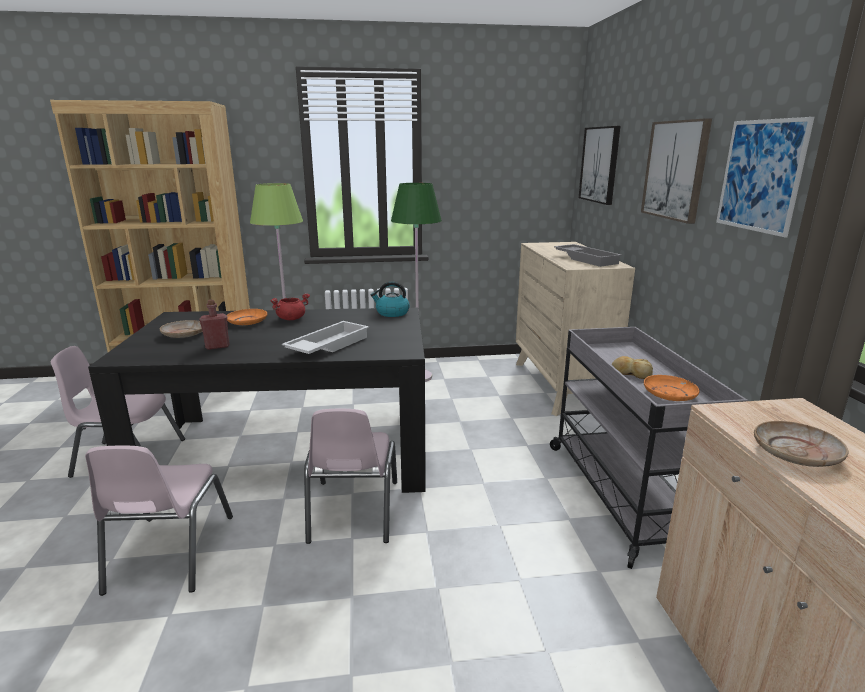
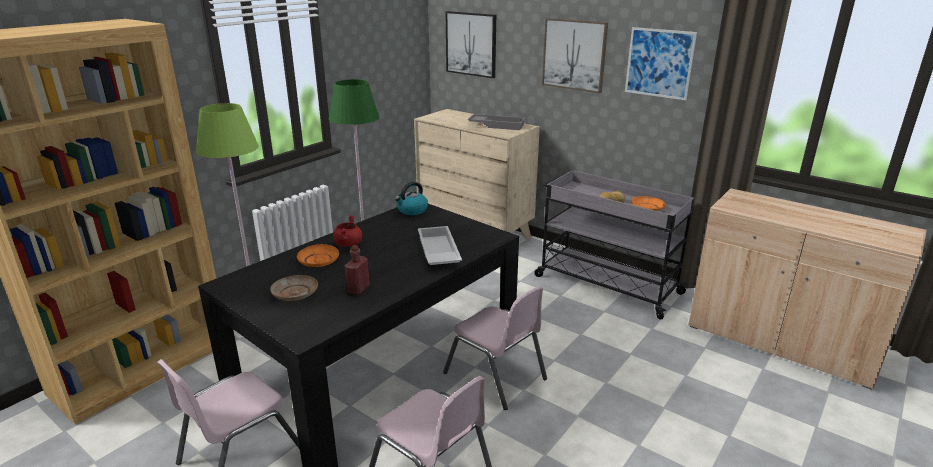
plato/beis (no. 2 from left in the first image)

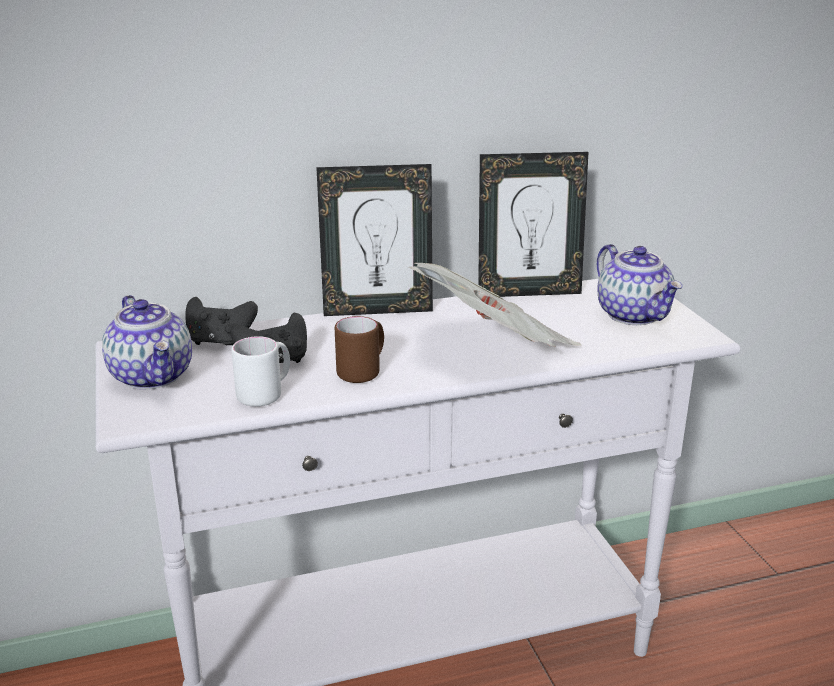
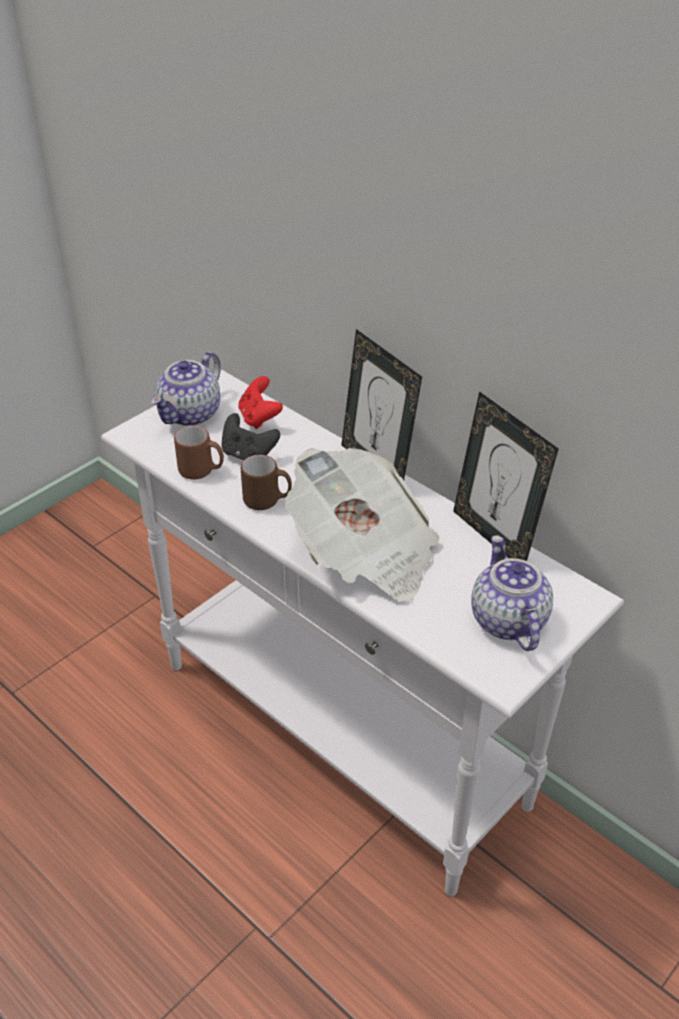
taza grande/marrón (no. 1 from left)
mando de consola/rojo
tetera (no. 2 from left)

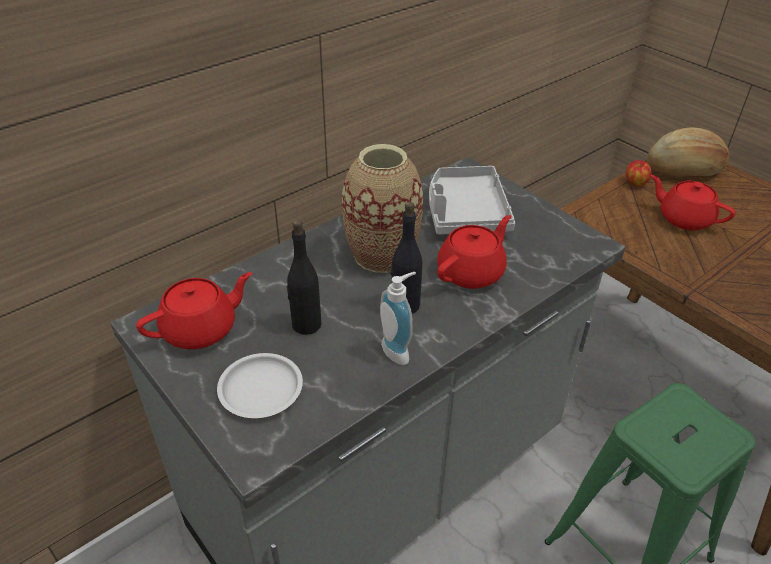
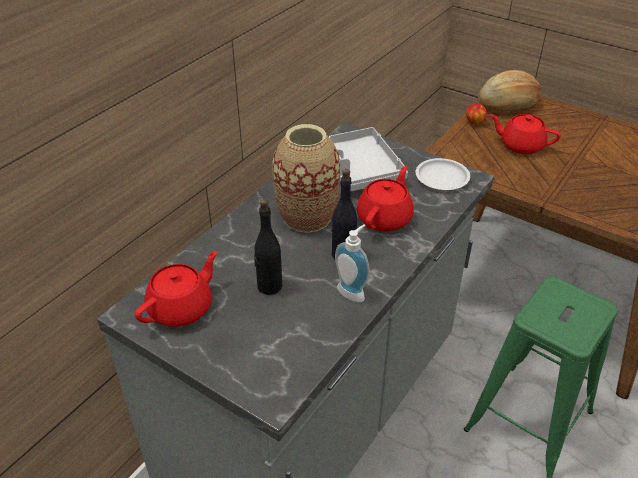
plato/blanco

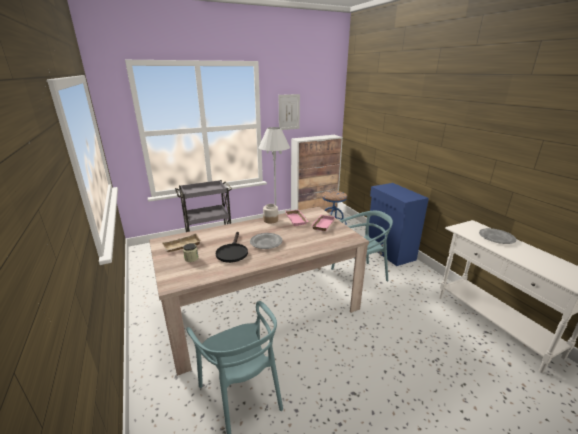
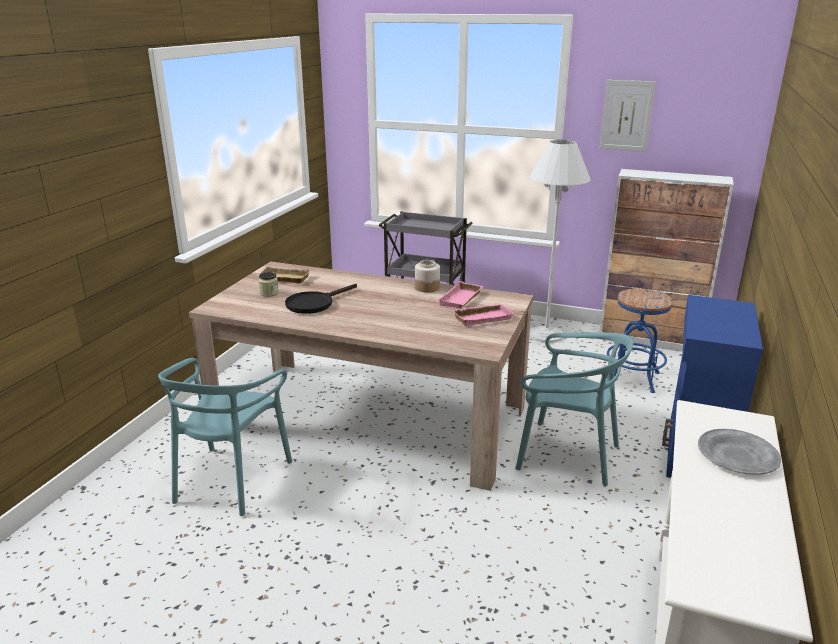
plato/gris (no. 1 from left in the first image)

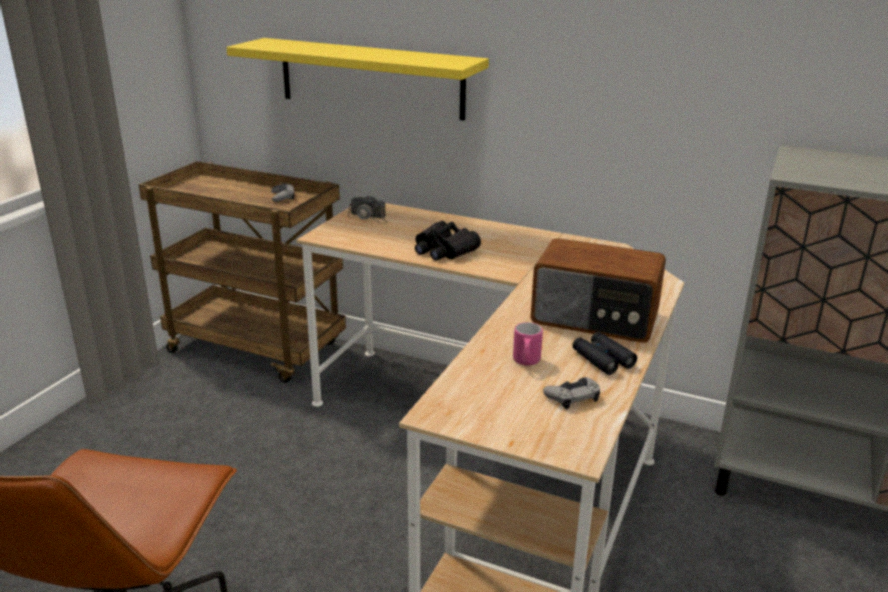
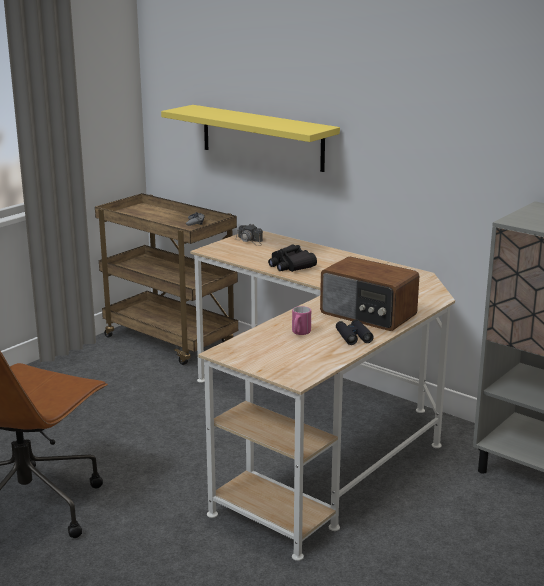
mando de consola/gris (no. 2 from left in the first image)

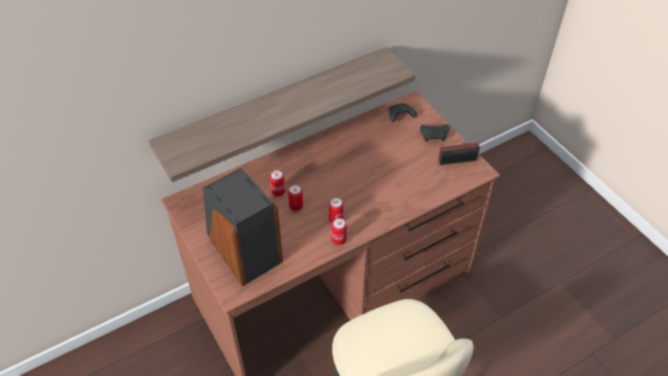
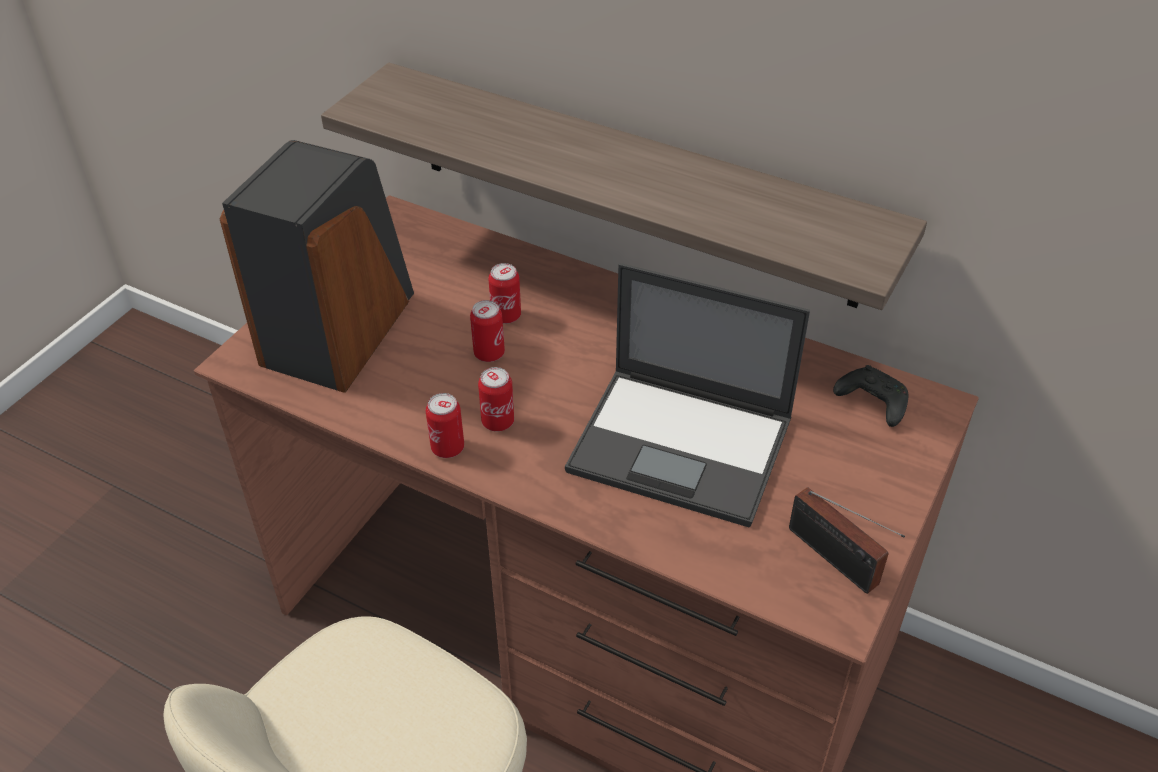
portátil
mando de consola/negro (no. 2 from left in the first image)

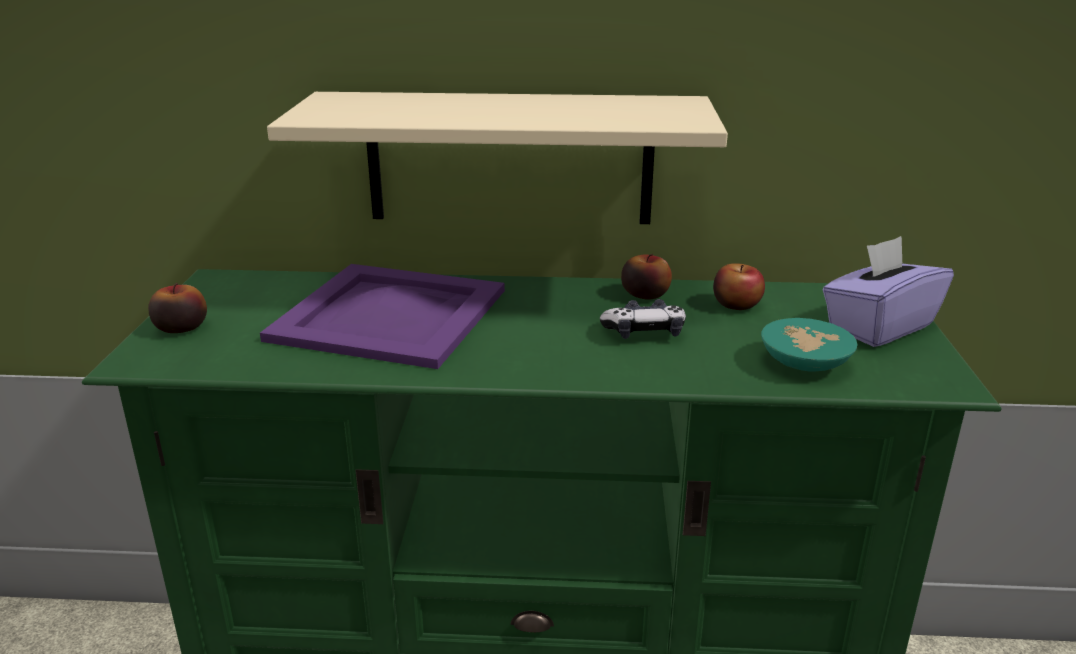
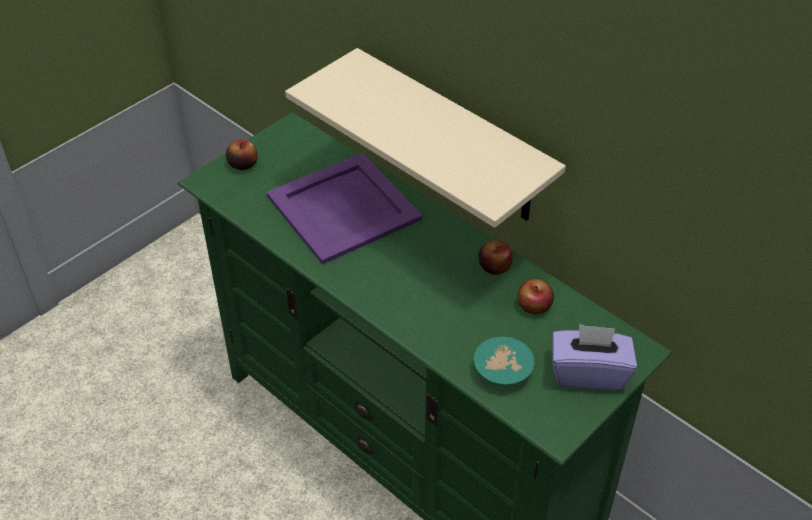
mando de consola

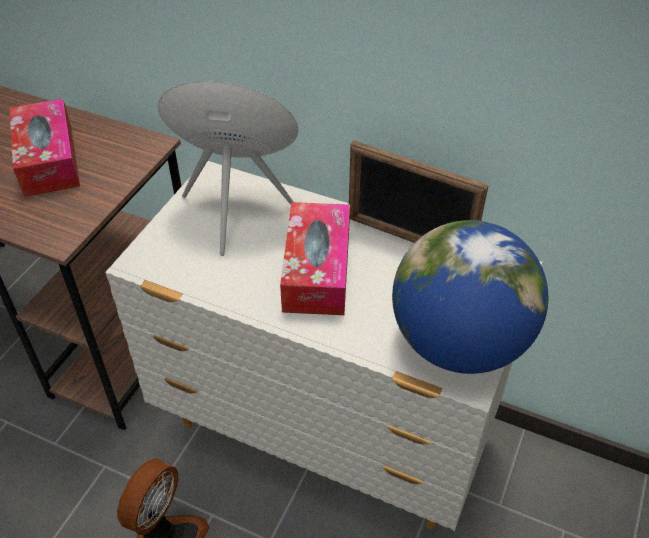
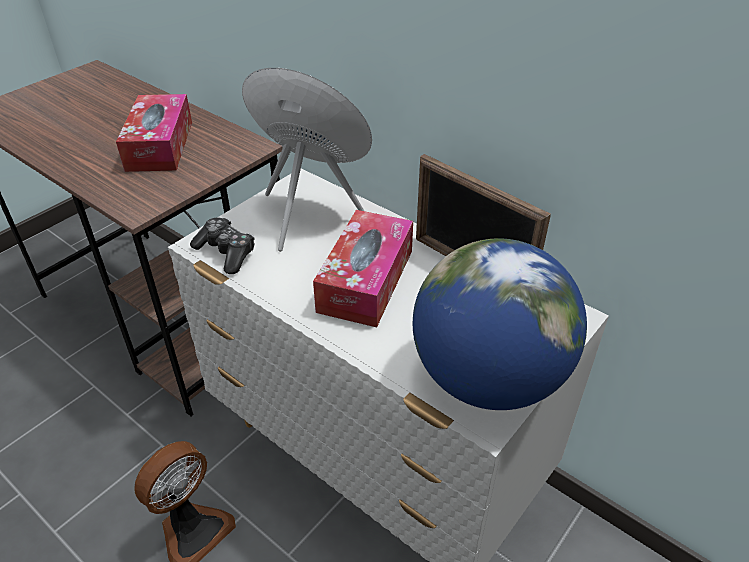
mando de consola

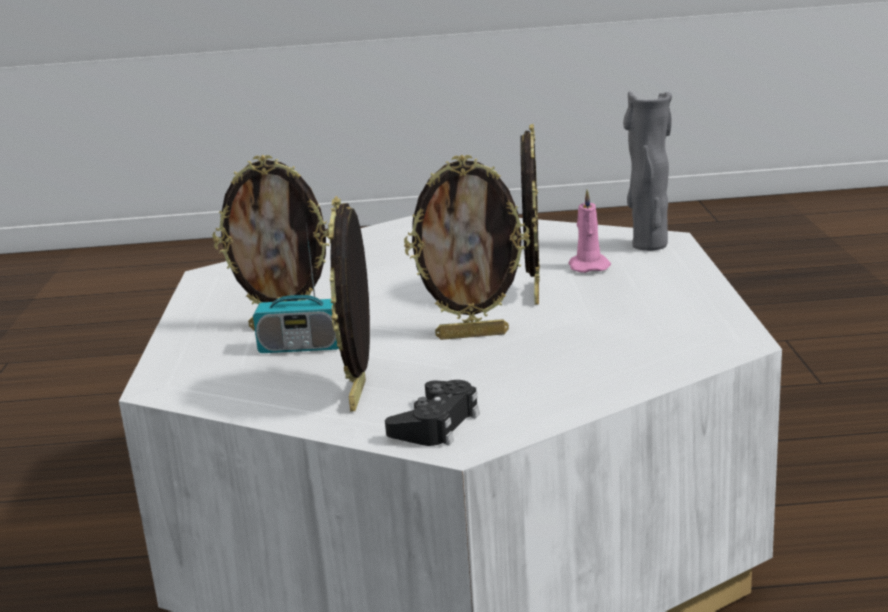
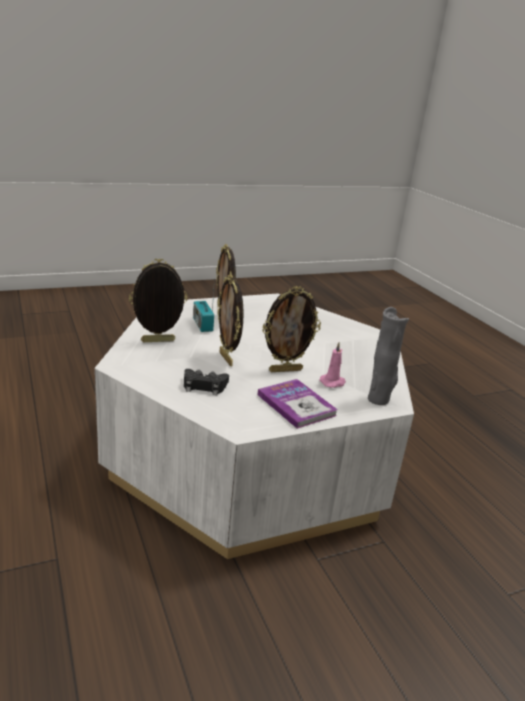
mando de consola/negro
libro

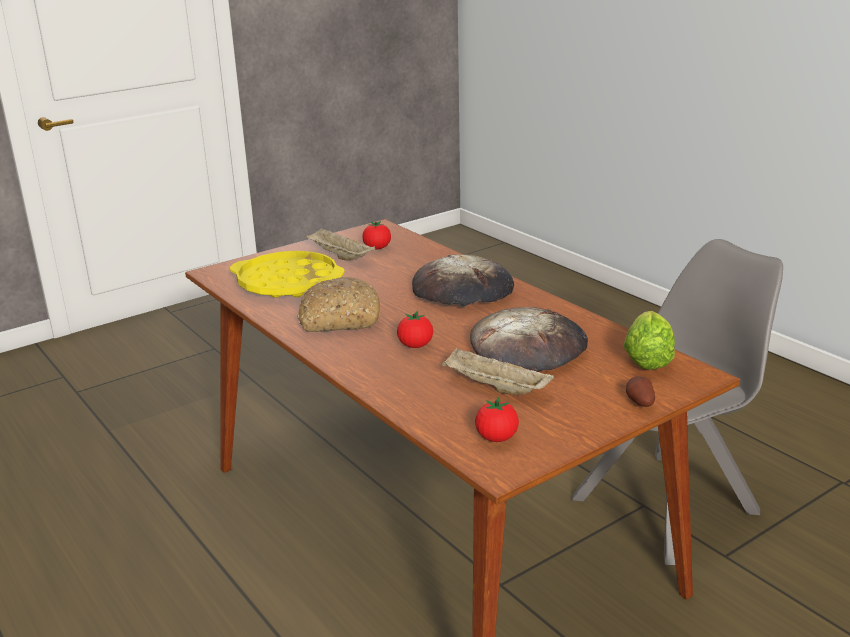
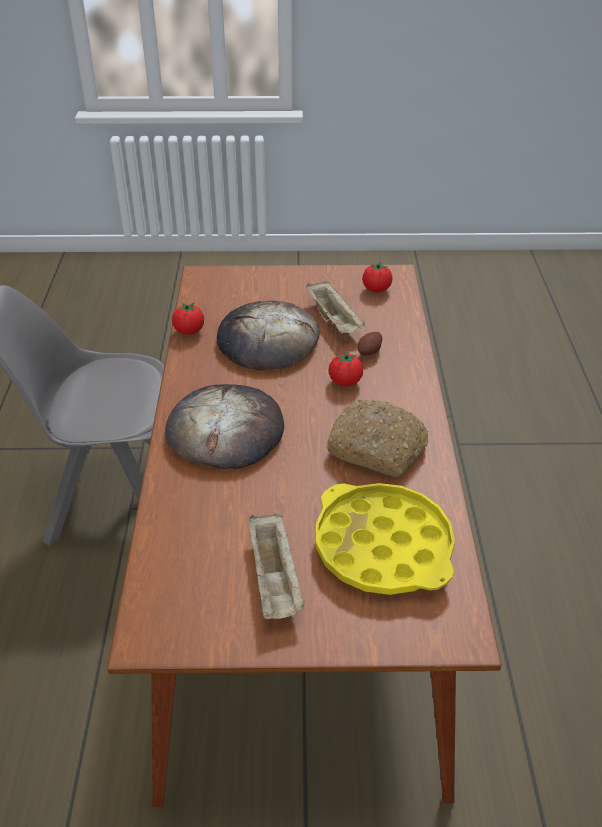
tomate (no. 1 from left)
patata
lechuga

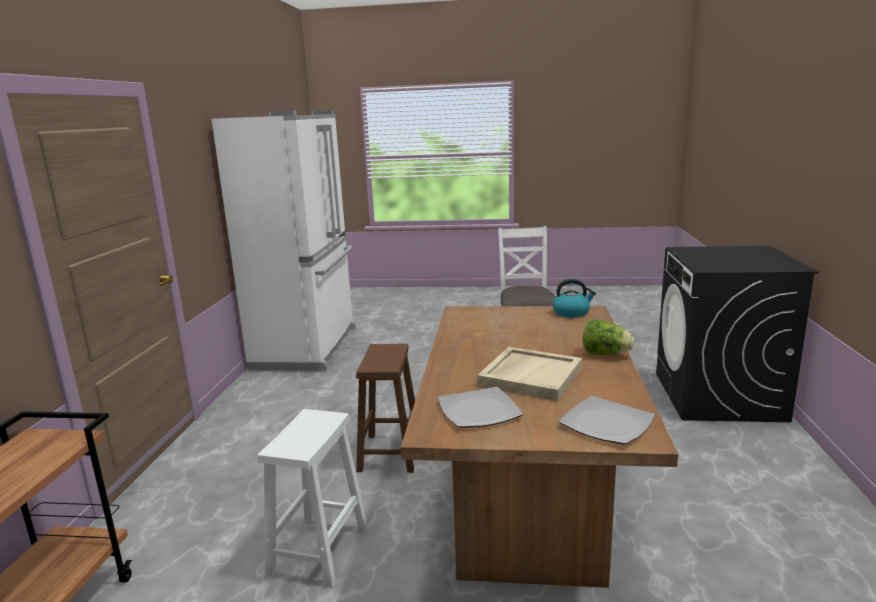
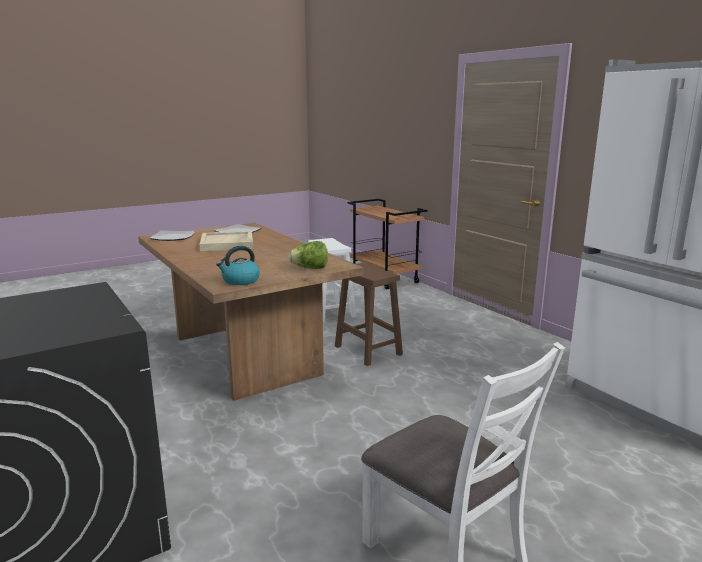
lechuga

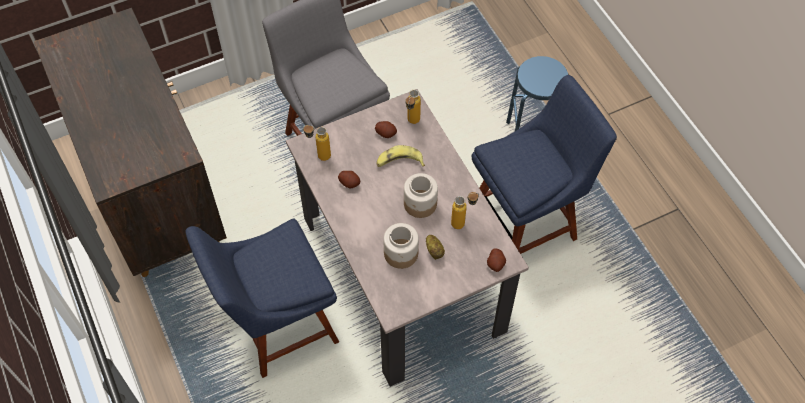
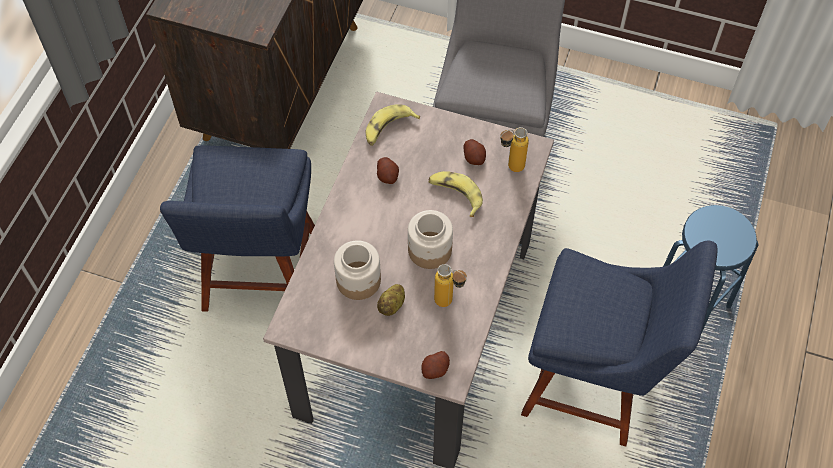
silla/azul (no. 1 from left)
plátano (no. 1 from left)

